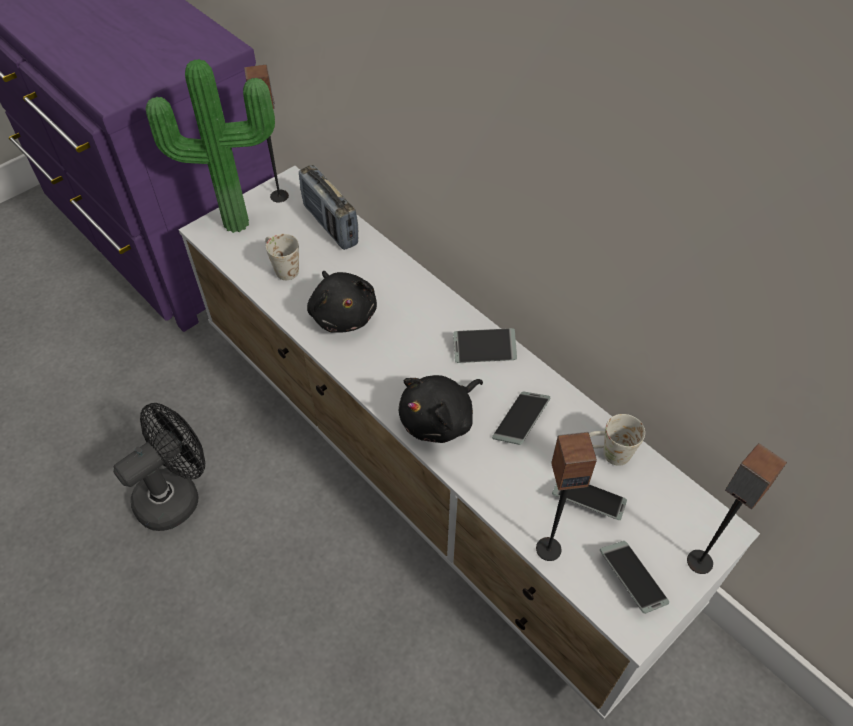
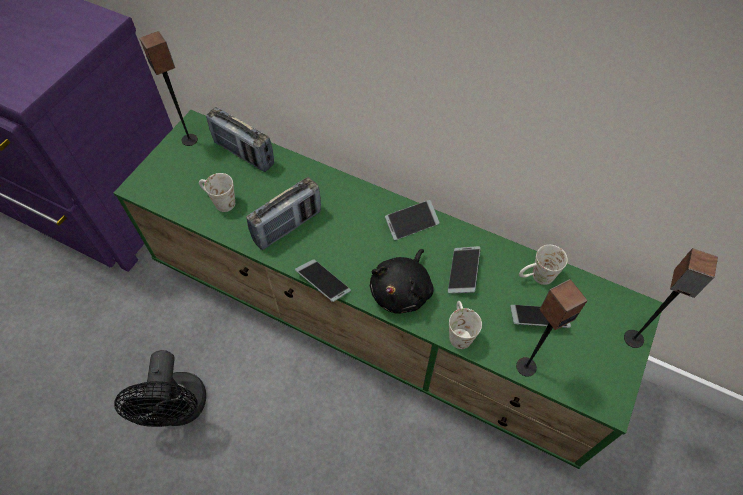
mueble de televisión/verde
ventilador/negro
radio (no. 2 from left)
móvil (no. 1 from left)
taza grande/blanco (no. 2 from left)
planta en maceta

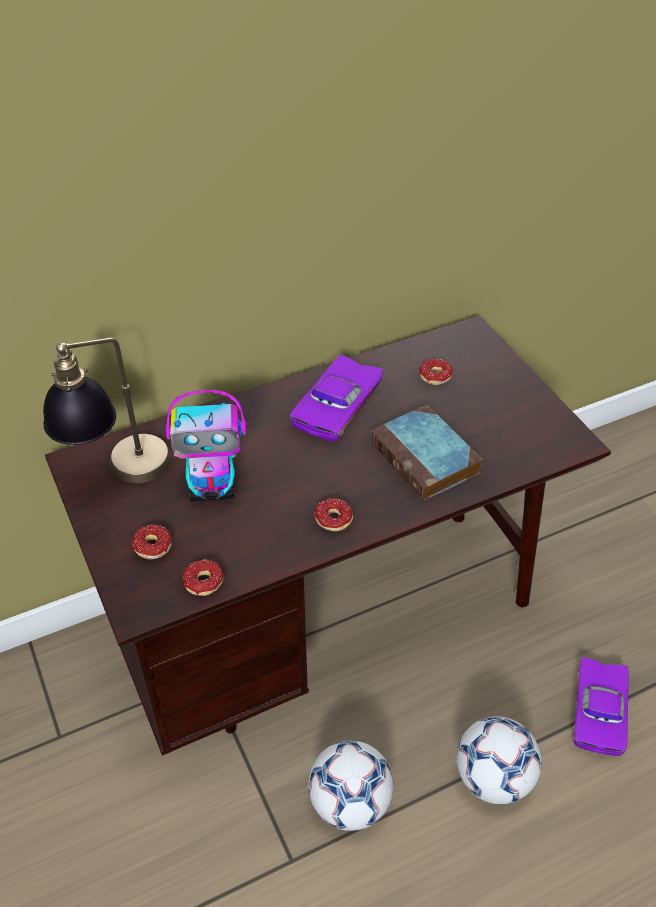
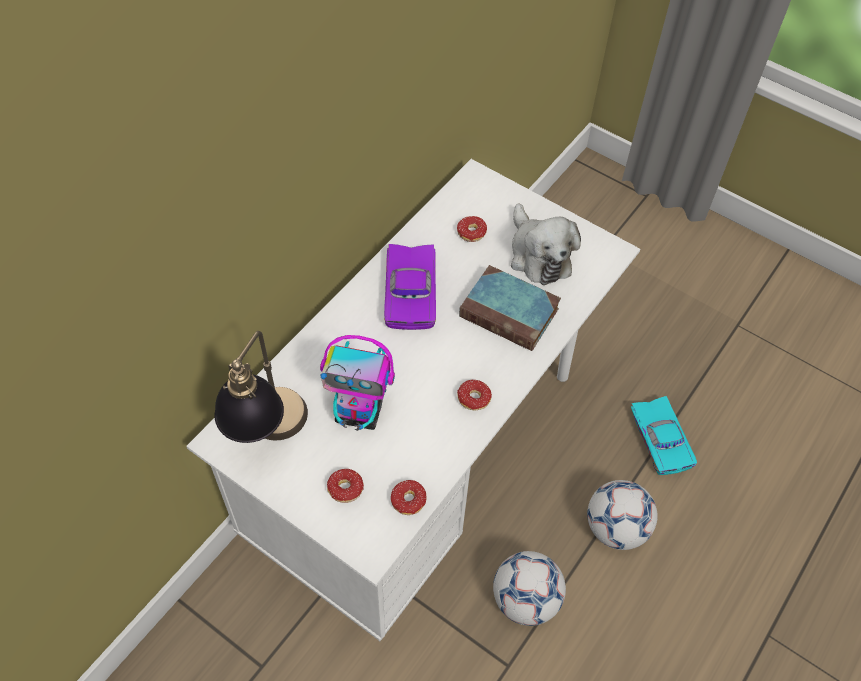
escritorio/blanco
robot de juguete
peluche
coche de juguete/turquesa

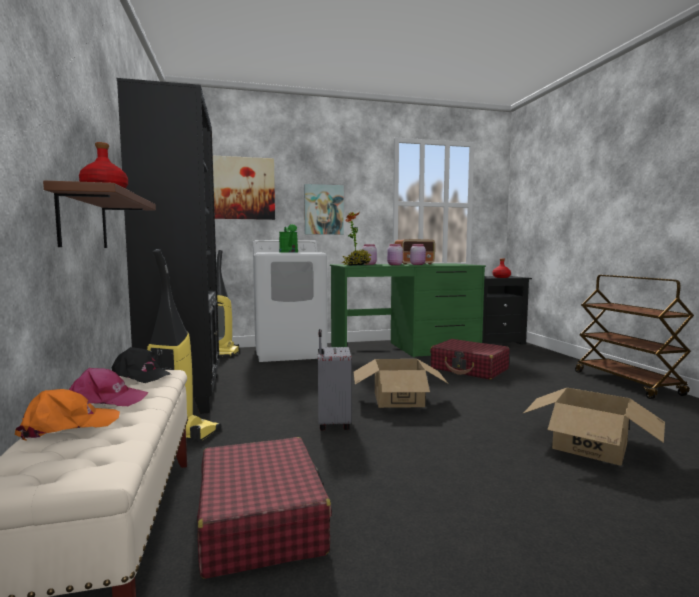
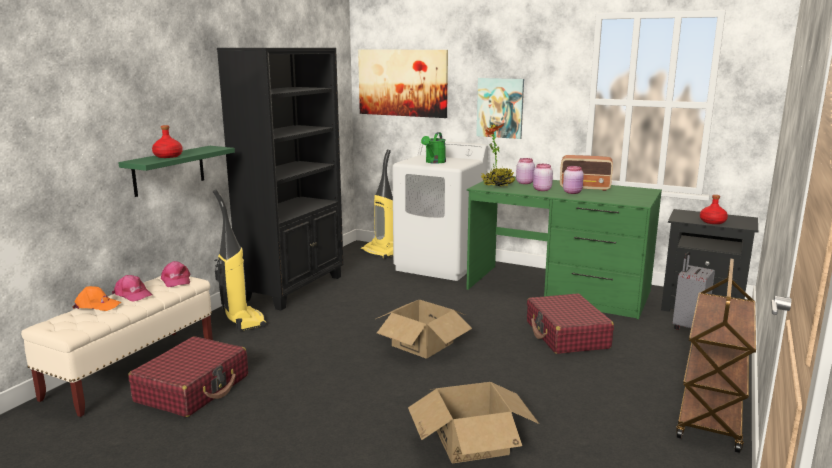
estante/verde
gorra/rosa (no. 2 from left)
maleta/gris

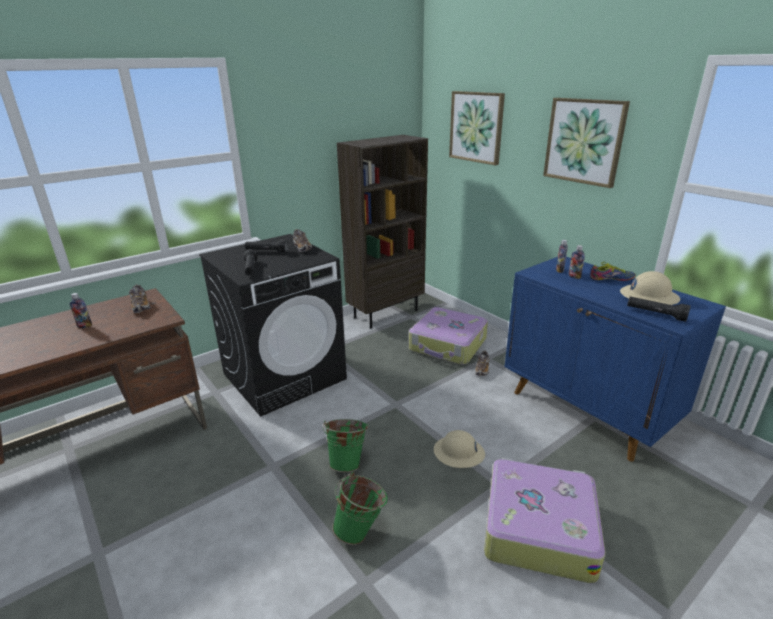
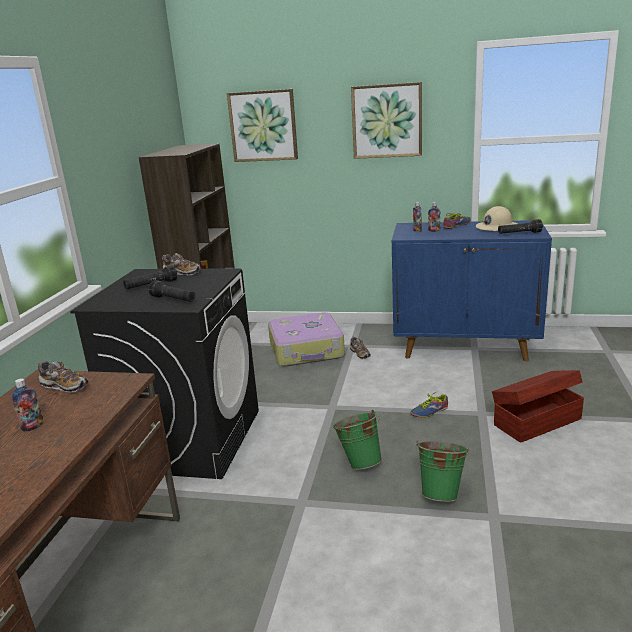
zapato (no. 4 from left)
caja de almacenaje/marrón

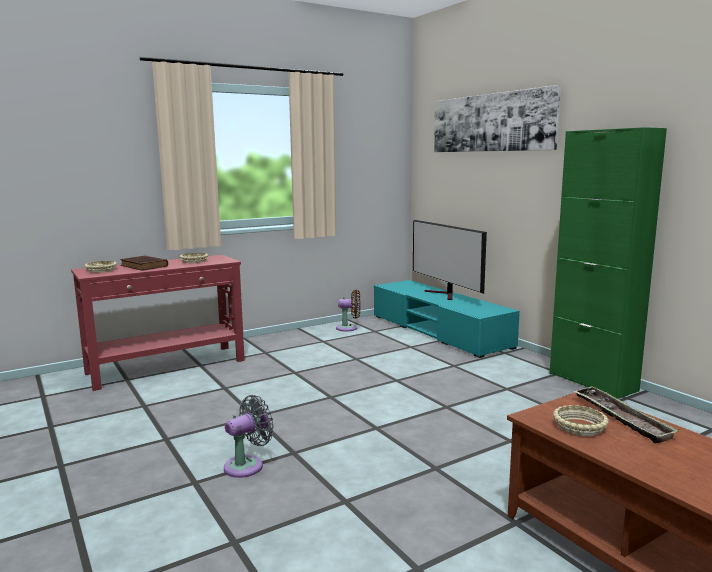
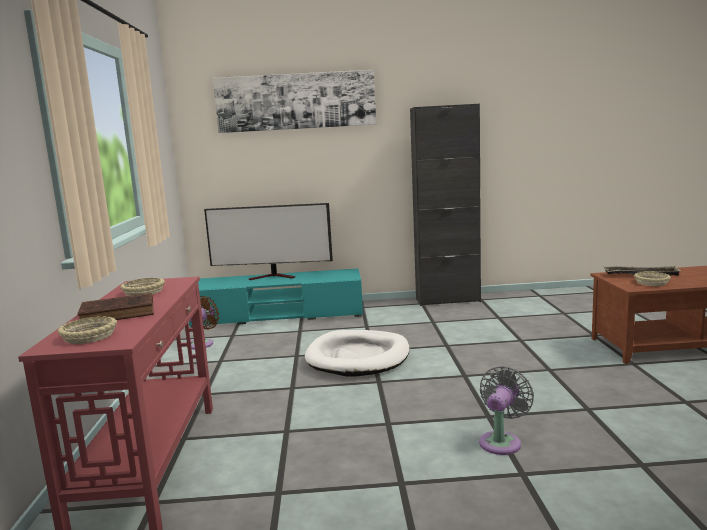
cama para perro/blanco
armario/negro
ventilador/gris

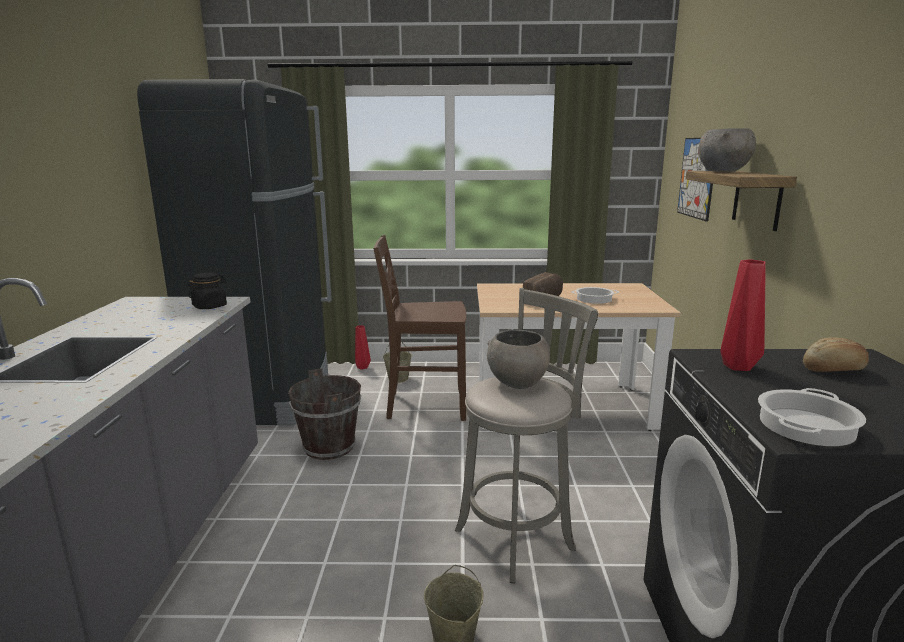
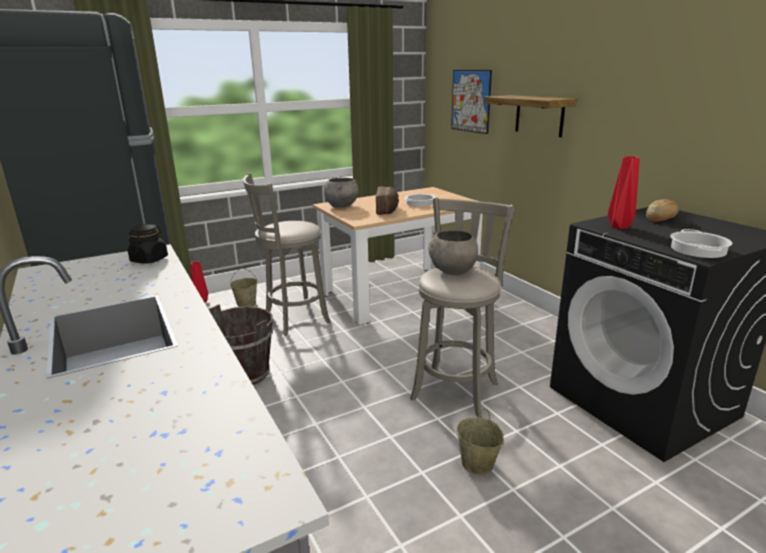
taburete/gris (no. 1 from left)
cuenco/gris (no. 1 from left)

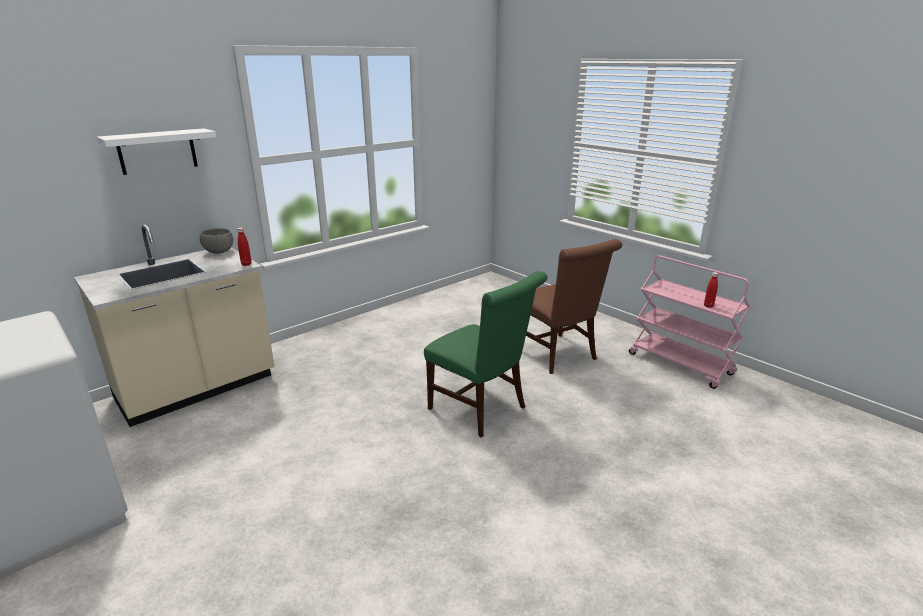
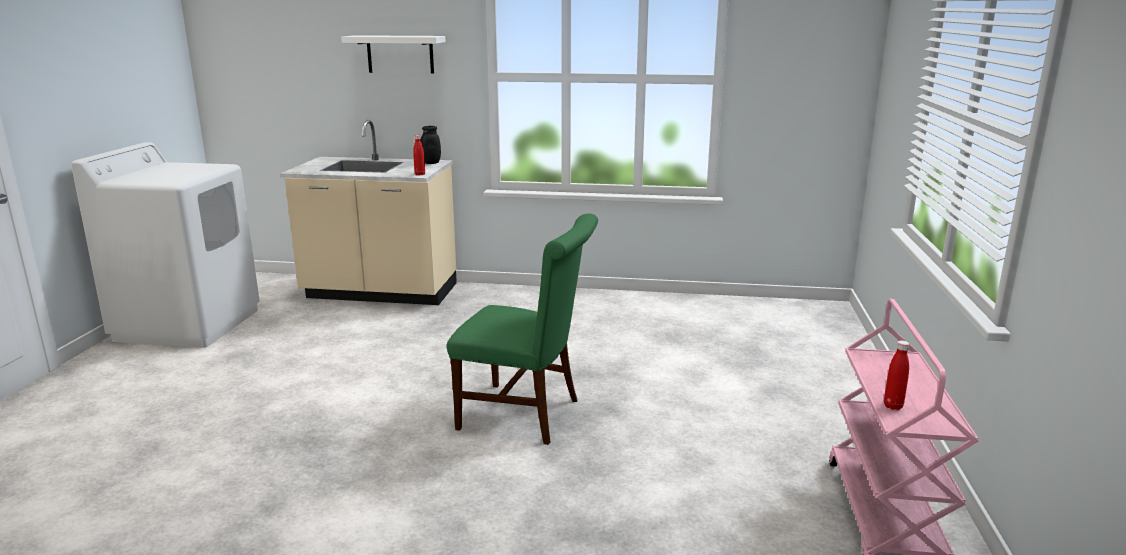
tarro/negro
silla/verde
silla/marrón

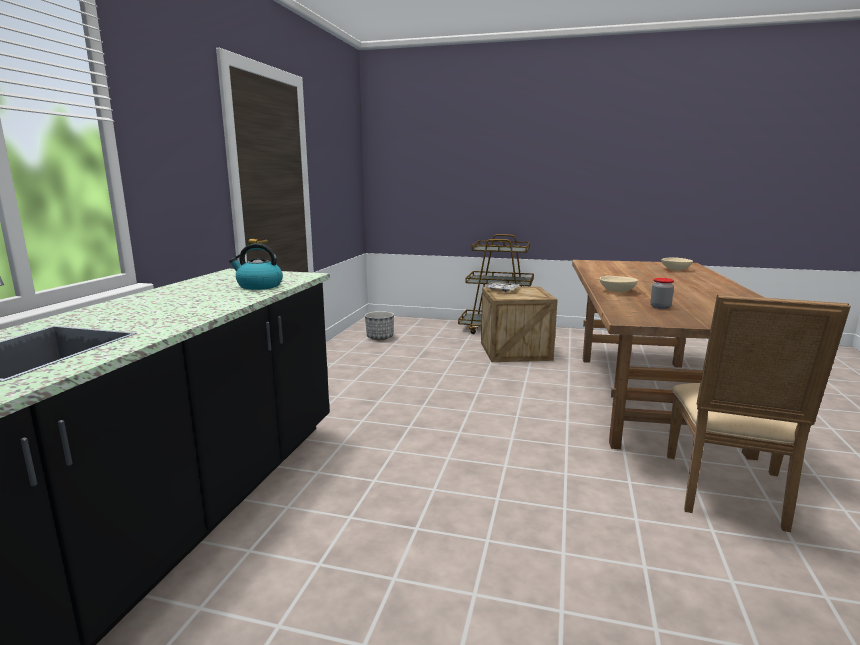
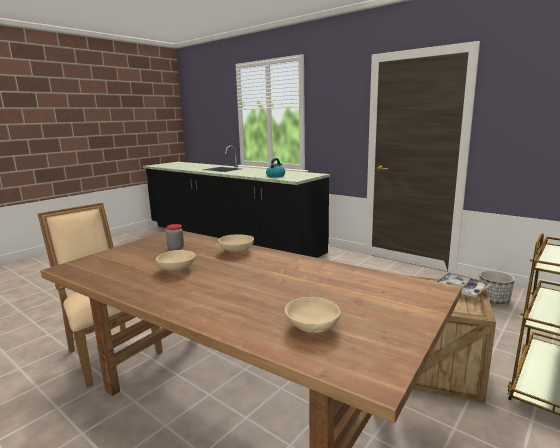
cuenco/beis (no. 1 from left)

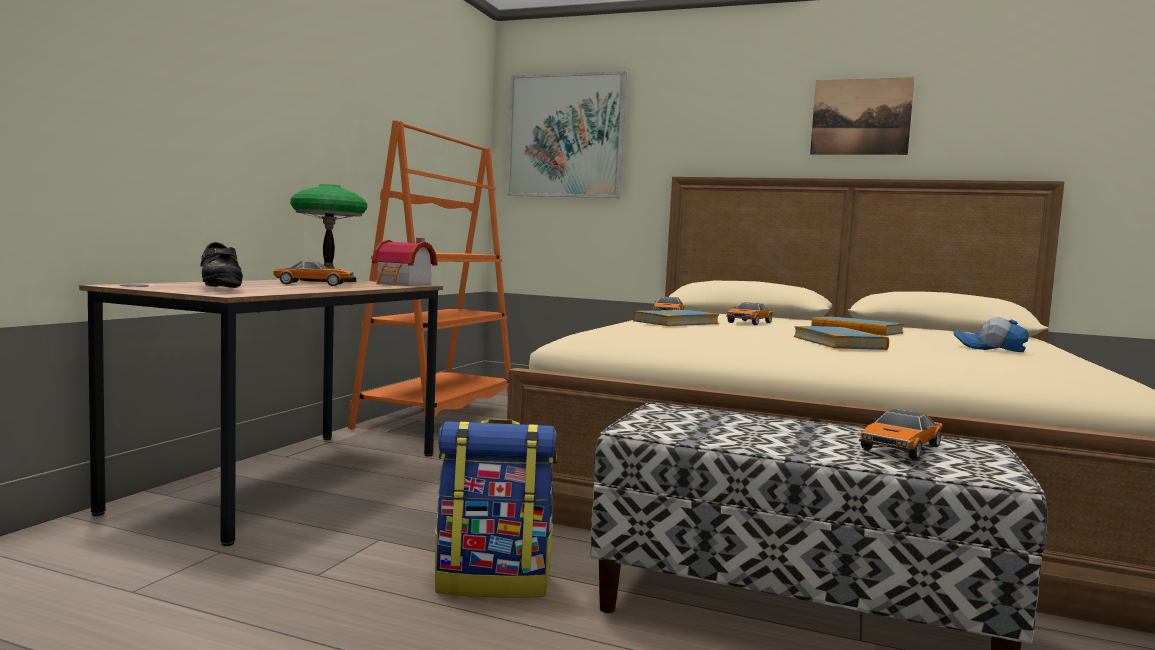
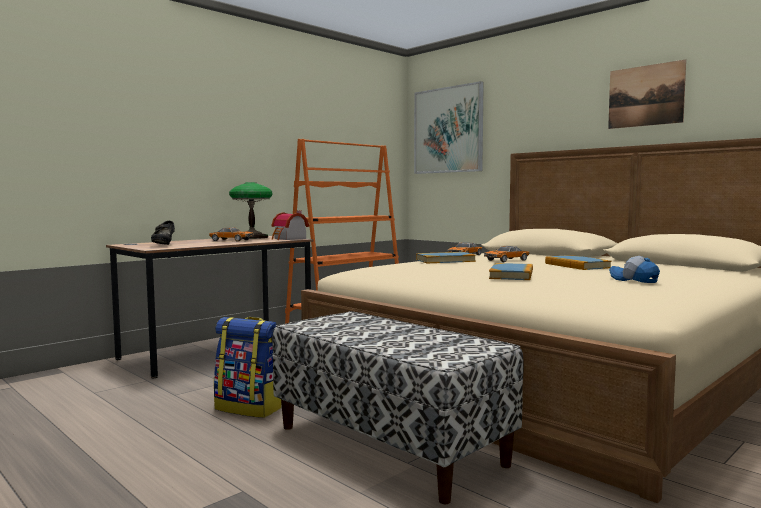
coche de juguete (no. 4 from left in the first image)

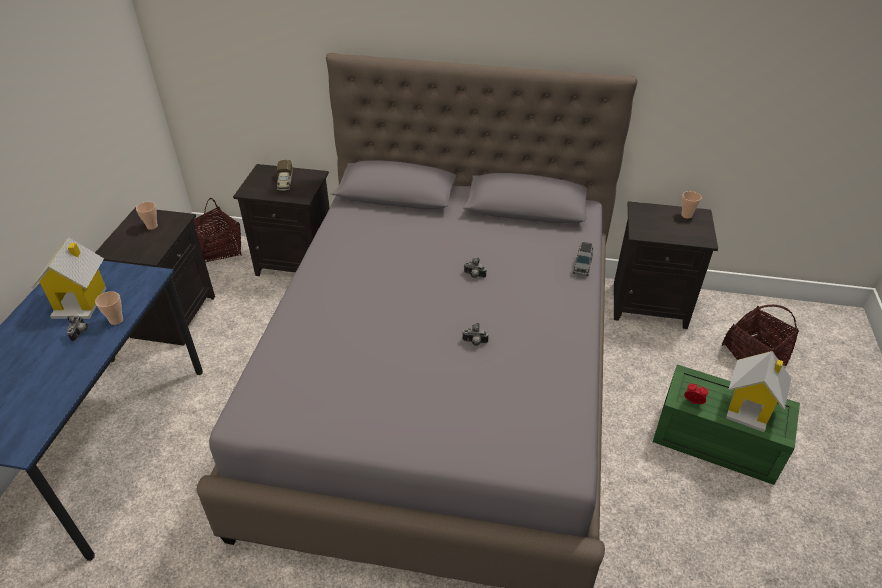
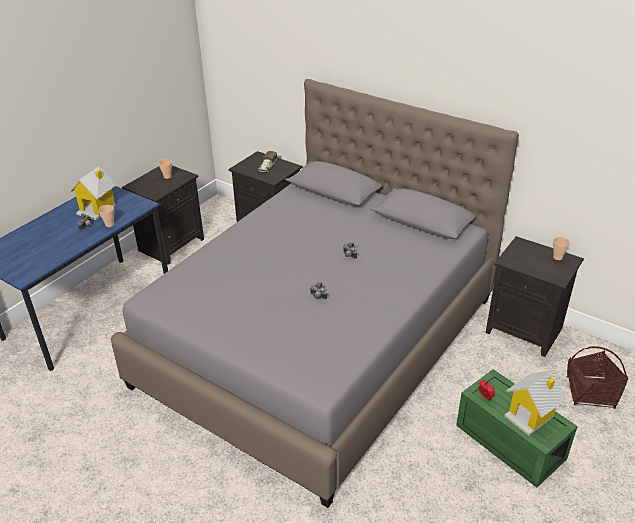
cesta (no. 1 from left in the first image)
coche de juguete/gris

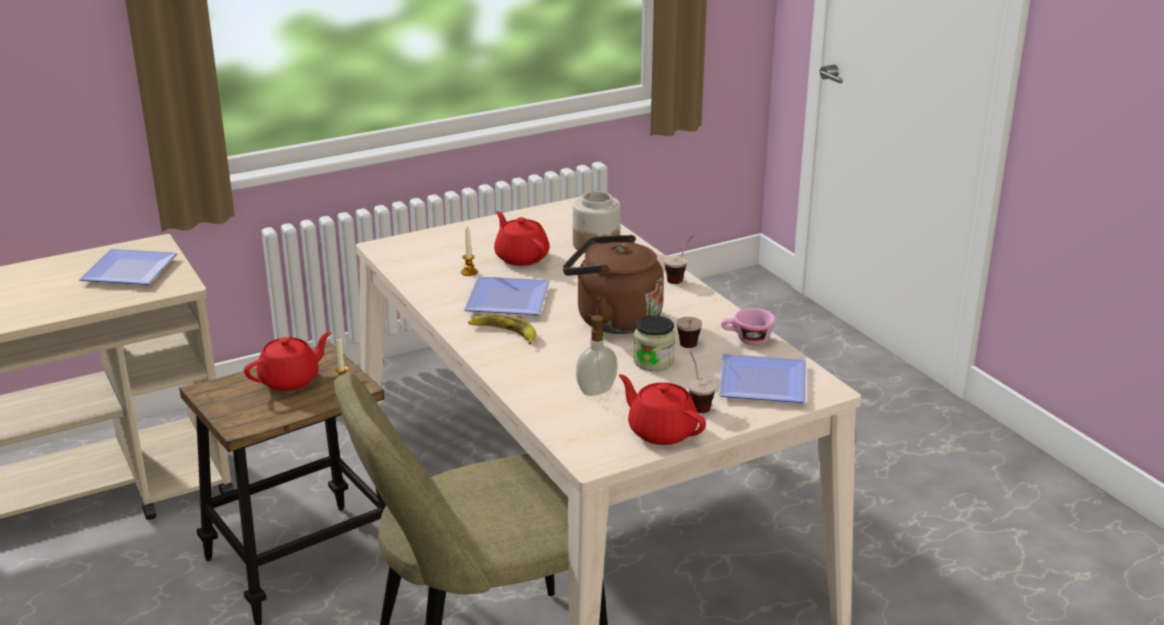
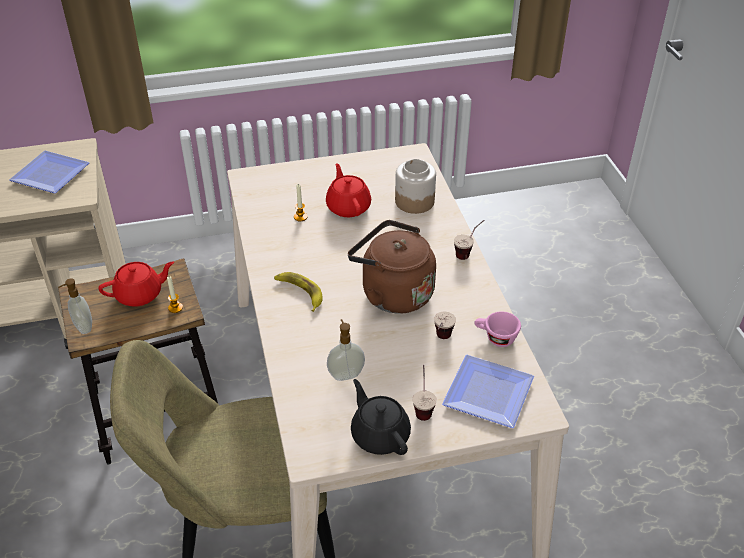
dispensador de jabón (no. 1 from left)
tetera/negro
plato (no. 2 from left in the first image)
tarro (no. 2 from left in the first image)

